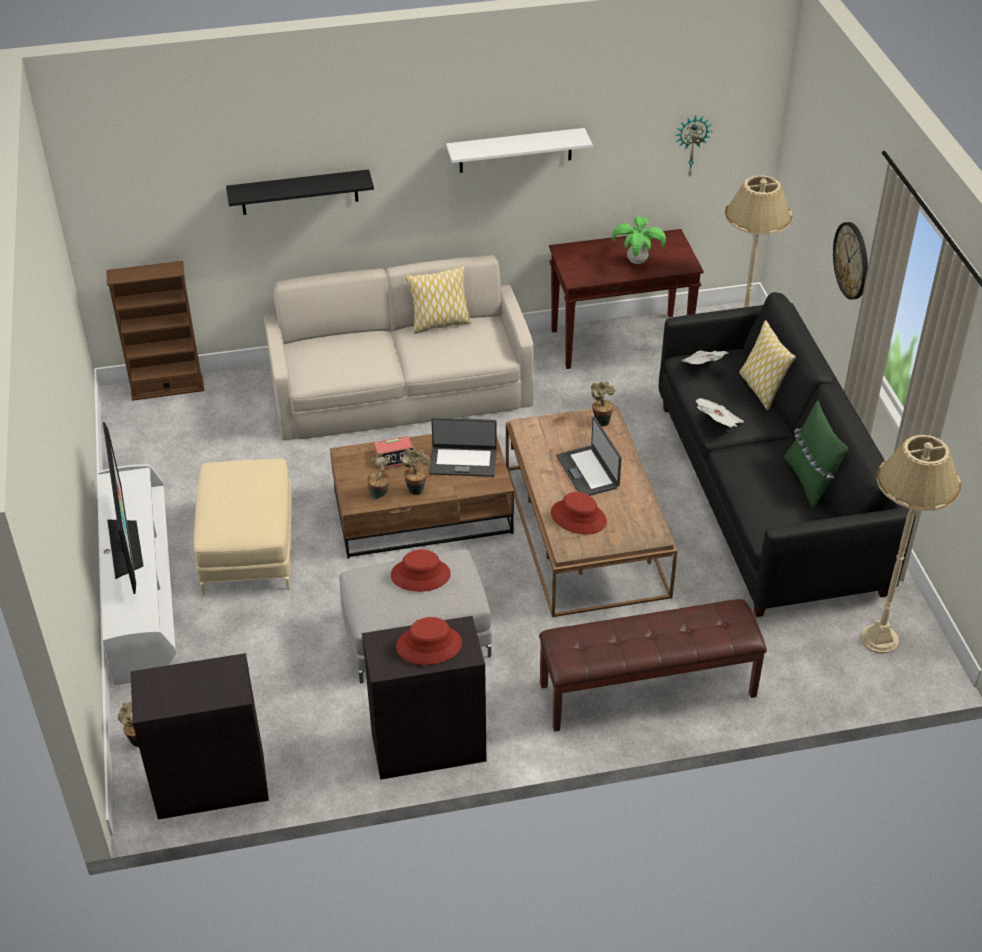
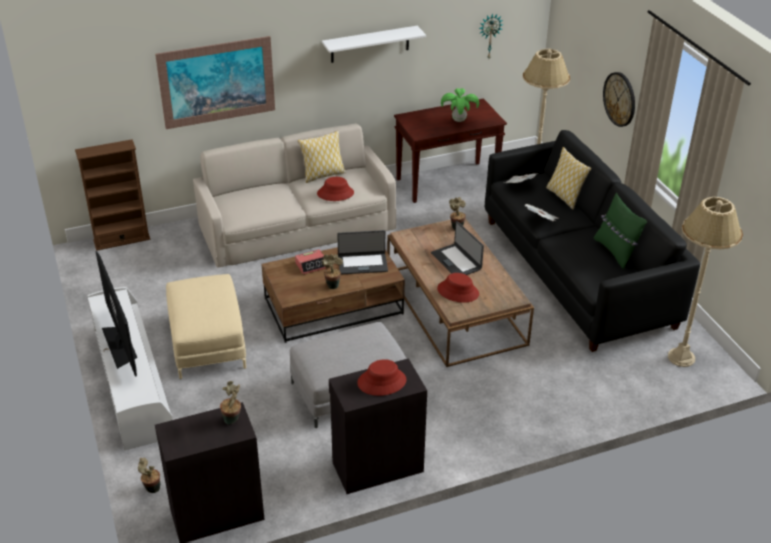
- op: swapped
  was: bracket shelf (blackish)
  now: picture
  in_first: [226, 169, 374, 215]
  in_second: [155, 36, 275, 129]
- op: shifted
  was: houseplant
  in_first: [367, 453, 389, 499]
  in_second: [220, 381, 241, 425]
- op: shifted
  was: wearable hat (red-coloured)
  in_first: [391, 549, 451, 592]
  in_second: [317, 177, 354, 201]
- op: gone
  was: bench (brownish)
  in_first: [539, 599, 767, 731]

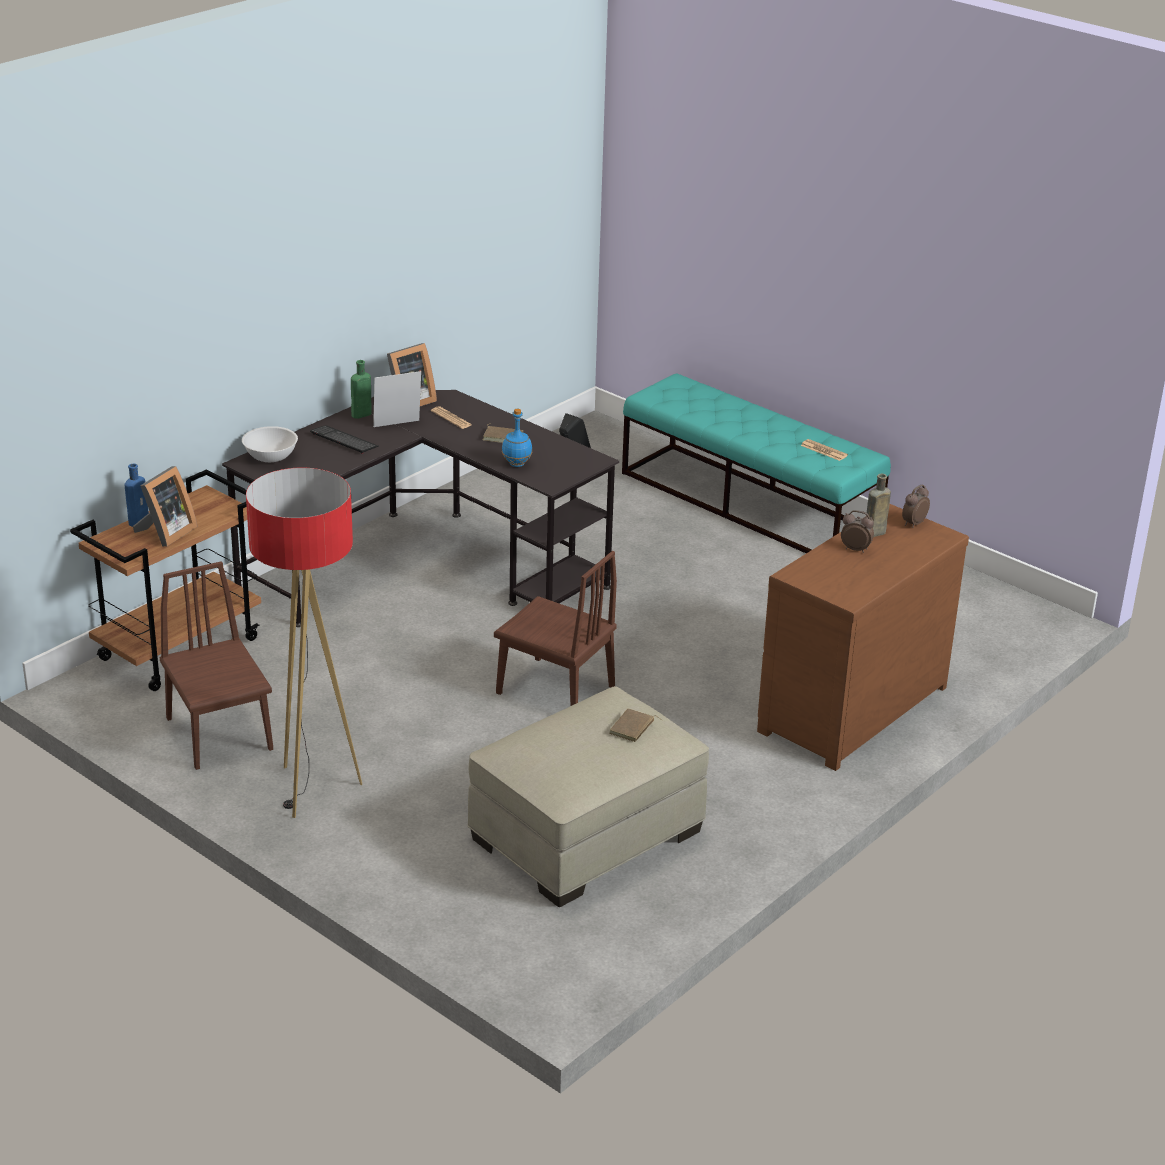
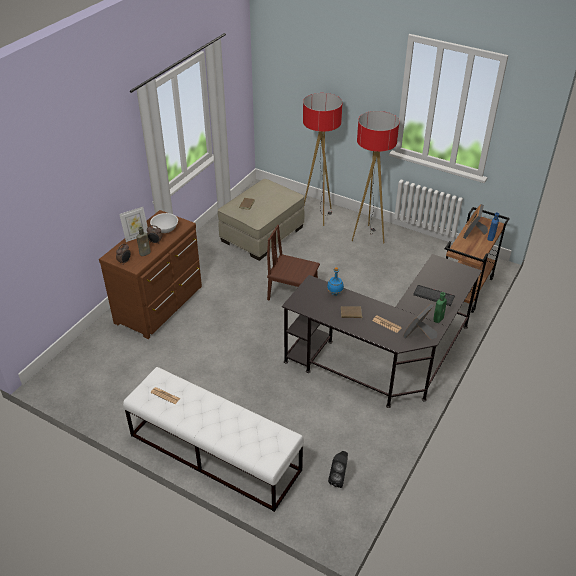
- op: shifted
  was: photo frame
  in_first: [373, 371, 421, 427]
  in_second: [119, 207, 148, 242]
- op: repainted
  was: bench (turquoise)
  now: bench (whitish)
  in_first: [622, 373, 891, 553]
  in_second: [123, 367, 304, 512]
- op: shifted
  was: serving bowl (whitish)
  in_first: [242, 426, 298, 462]
  in_second: [150, 213, 178, 233]
- op: gone
  was: chair (brownish)
  in_first: [160, 561, 273, 770]
- op: new
  now: standard lamp
  in_second: [303, 93, 342, 226]

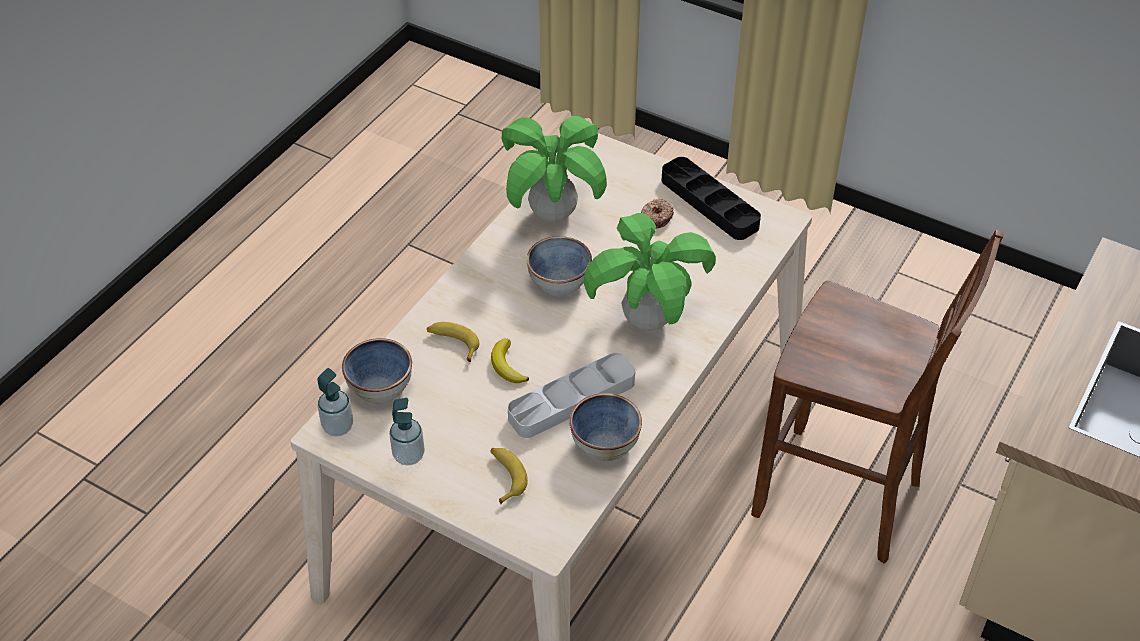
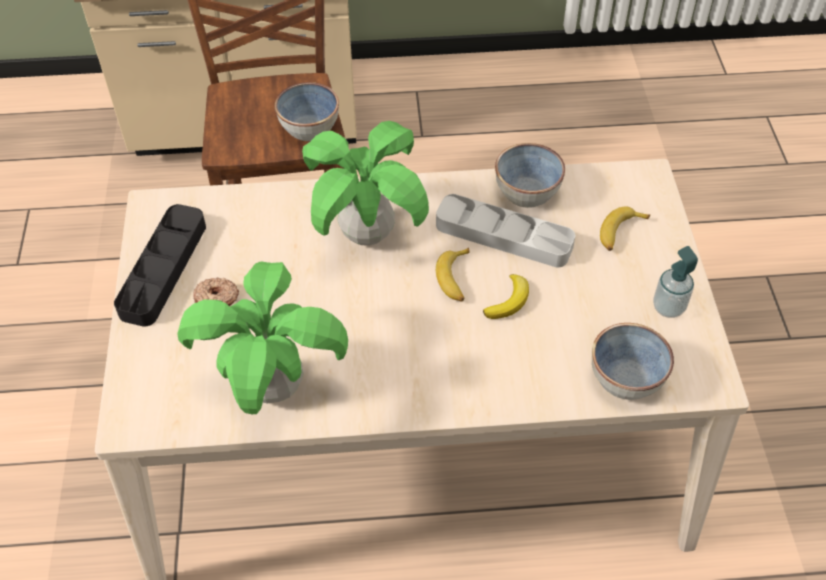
- op: shifted
  was: serving bowl
  in_first: [526, 236, 592, 297]
  in_second: [275, 82, 339, 141]
- op: shifted
  was: whole banana
  in_first: [427, 322, 479, 362]
  in_second: [436, 248, 469, 302]
- op: gone
  was: soap bottle
  in_first: [317, 368, 353, 436]

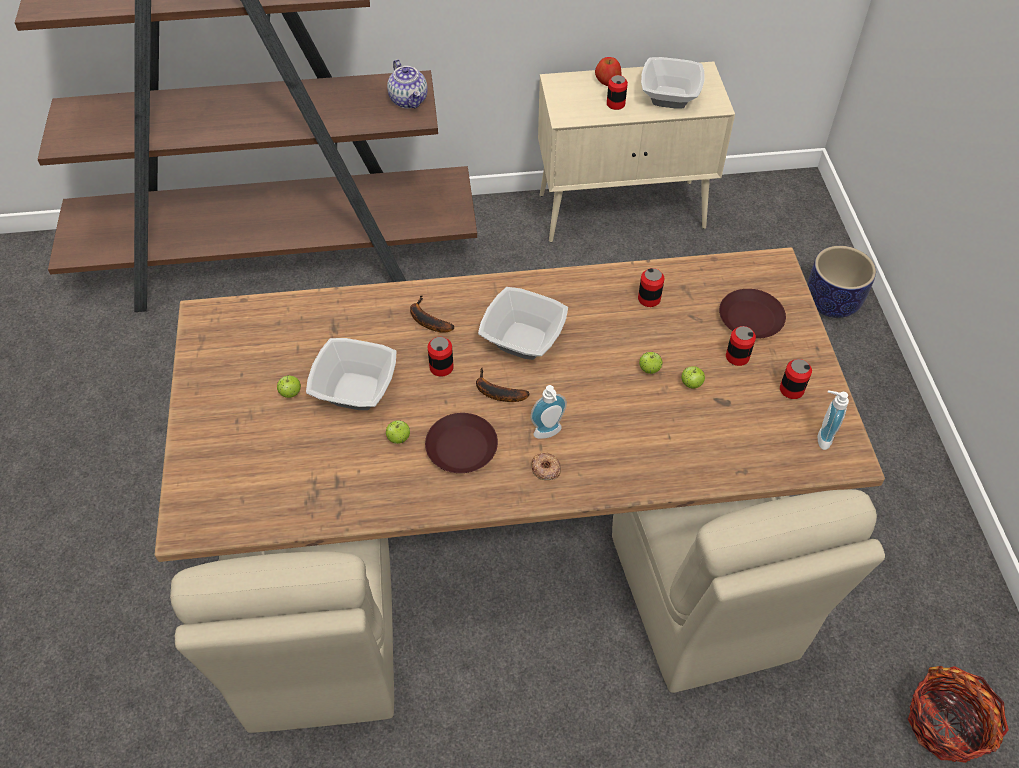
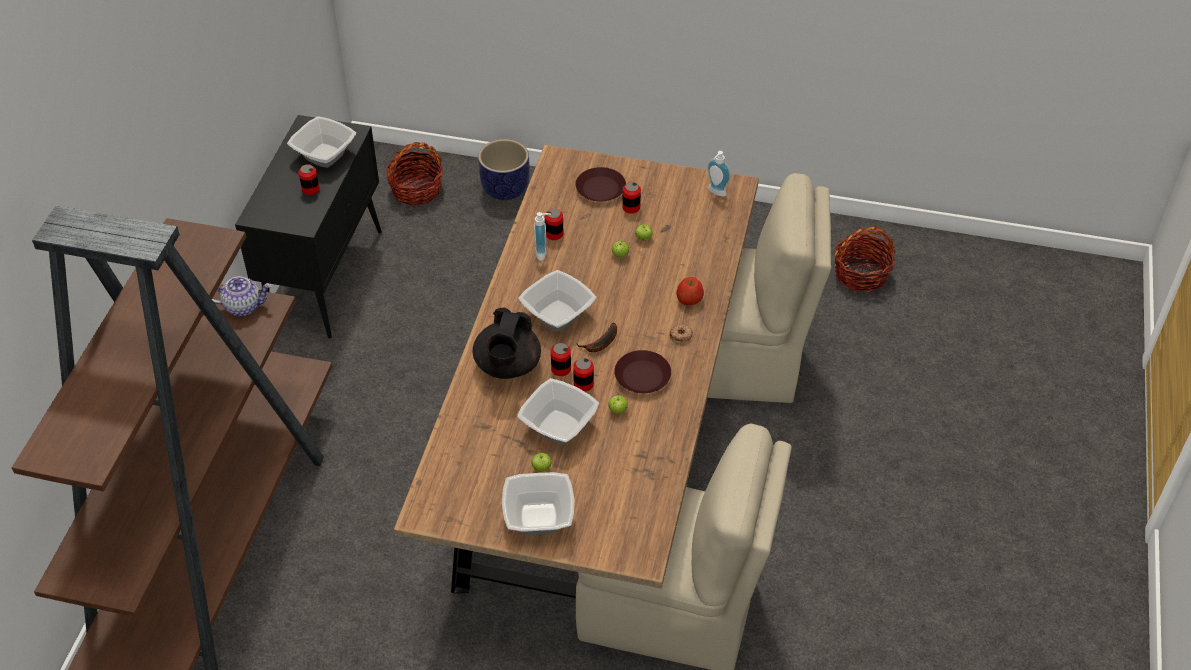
- op: shifted
  was: apple
  in_first: [595, 57, 621, 86]
  in_second: [677, 277, 704, 305]
- op: repainted
  was: cupboard (beige-coloured)
  now: cupboard (blackish)
  in_first: [538, 61, 735, 242]
  in_second: [235, 115, 382, 338]
- op: swapped
  was: whole banana
  now: pot for tea (blackish)
  in_first: [410, 295, 454, 333]
  in_second: [473, 307, 541, 379]
- op: shifted
  was: can
  in_first: [780, 359, 812, 399]
  in_second: [573, 358, 594, 392]
- op: shifted
  was: soap bottle
  in_first: [530, 385, 567, 439]
  in_second: [534, 212, 551, 261]
- op: new
  now: household basket
  in_second: [386, 142, 443, 206]
- op: new
  now: serving bowl
  in_second: [502, 472, 574, 534]

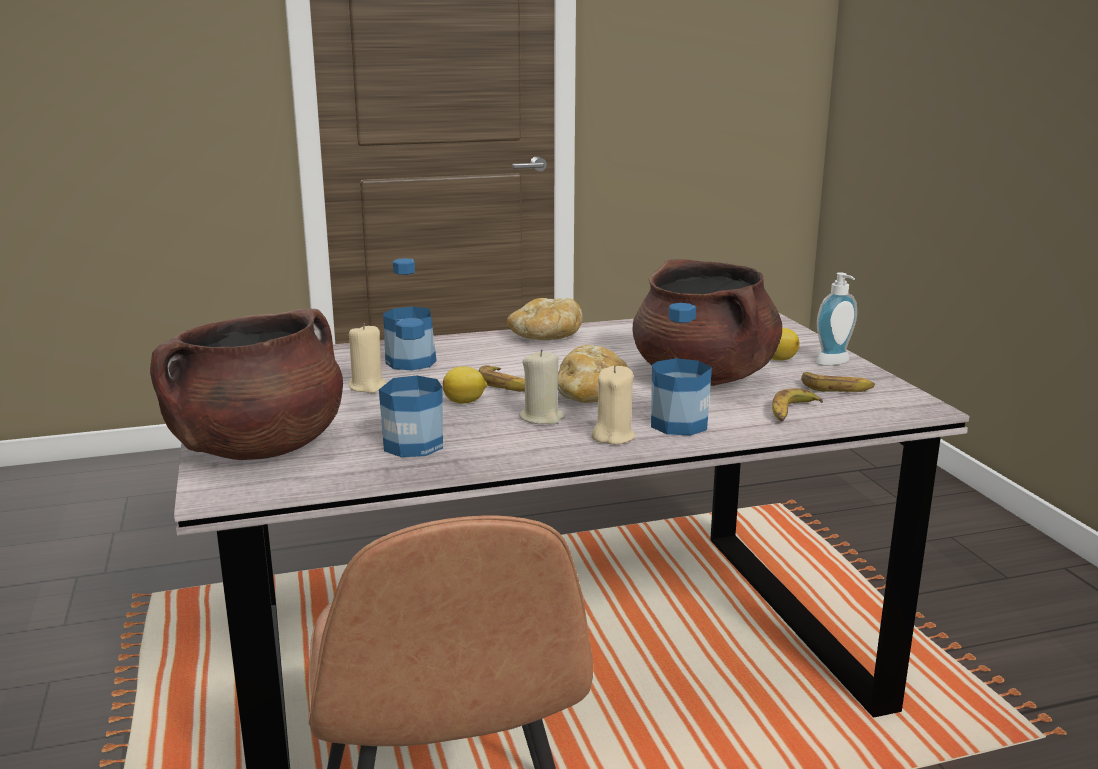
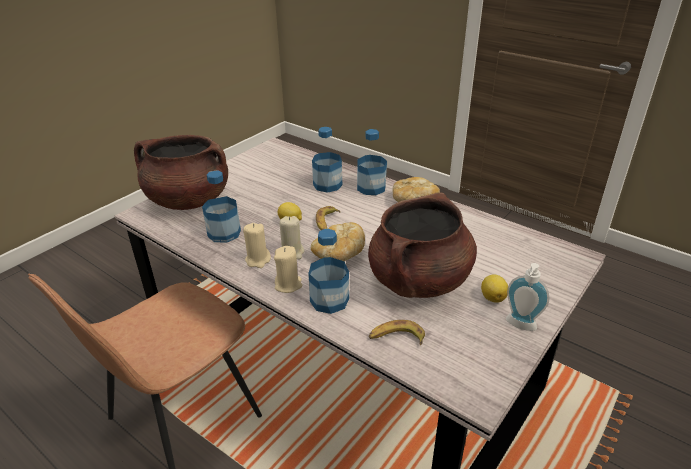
- op: shifted
  was: candle (beige-coloured)
  in_first: [348, 323, 386, 393]
  in_second: [243, 223, 271, 268]
- op: gone
  was: whole banana
  in_first: [801, 372, 875, 392]
- op: new
  now: bottle
  in_second: [357, 129, 387, 195]

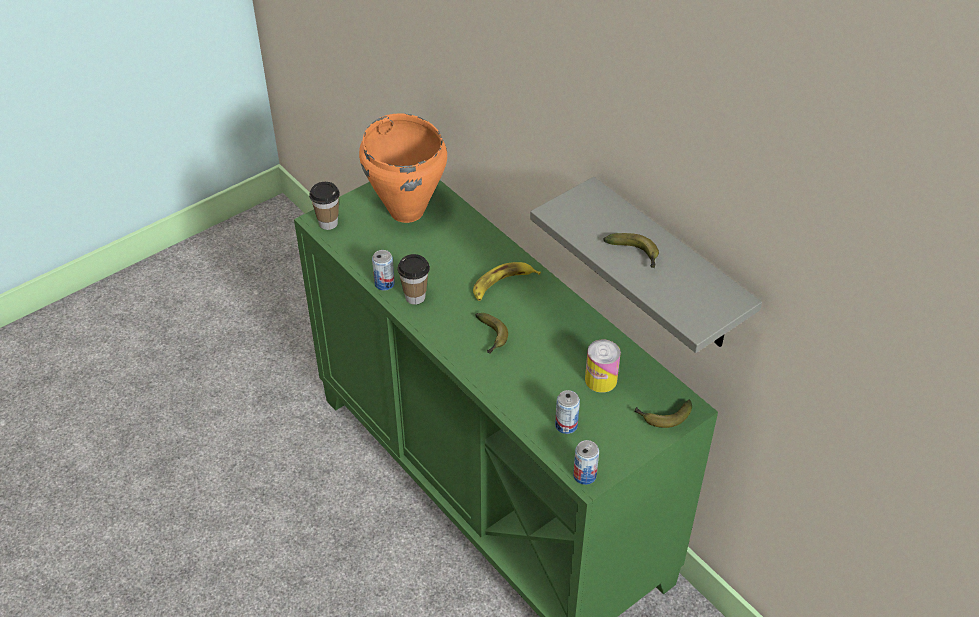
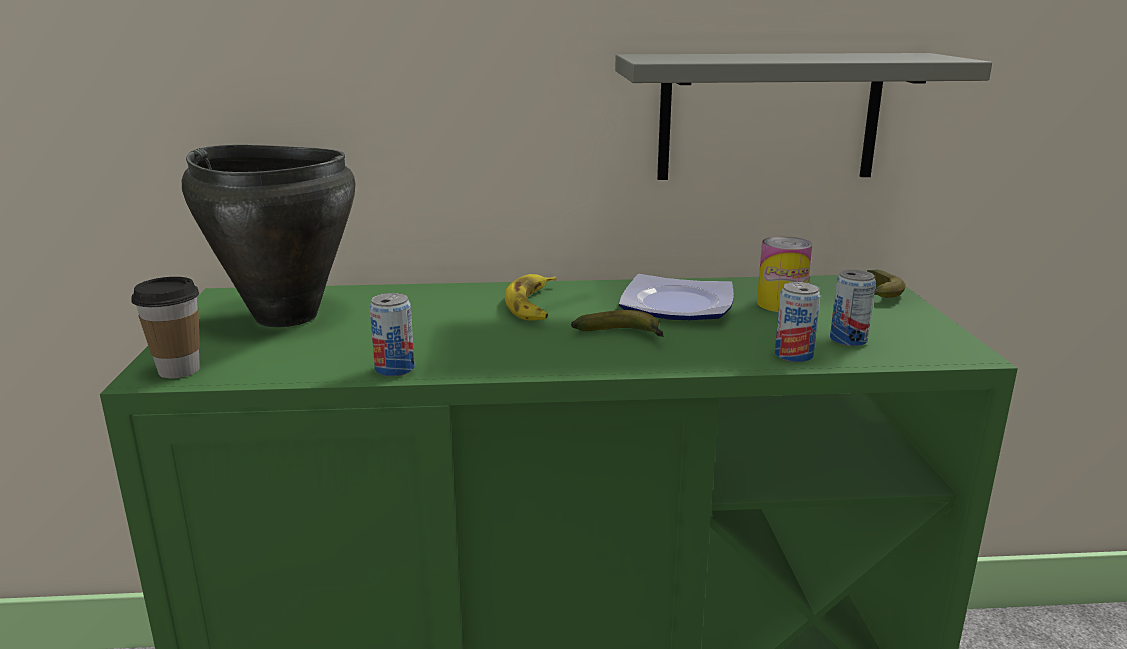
- op: repainted
  was: saucepot (orange-coloured)
  now: saucepot (blackish)
  in_first: [359, 113, 447, 223]
  in_second: [182, 145, 356, 327]
- op: gone
  was: whole banana
  in_first: [603, 233, 659, 269]
- op: gone
  was: cup
  in_first: [398, 254, 430, 305]
- op: shifted
  was: can
  in_first: [573, 440, 599, 485]
  in_second: [775, 282, 821, 362]
- op: new
  now: flat dish
  in_second: [619, 274, 734, 320]

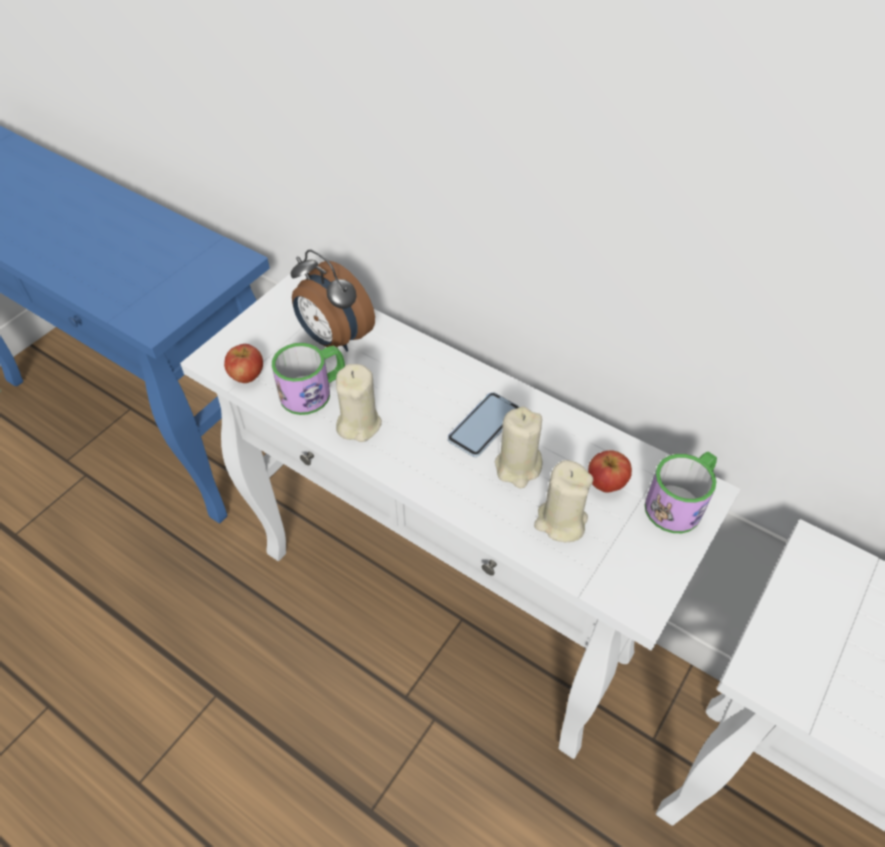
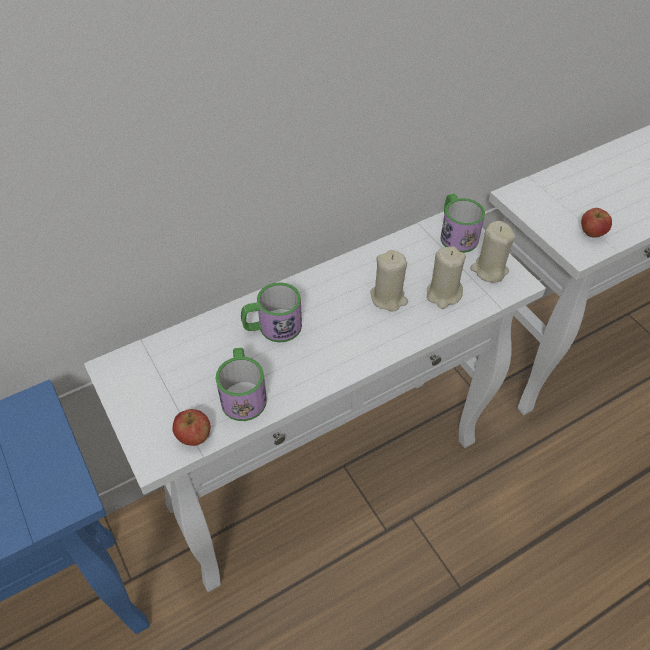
- op: gone
  was: bedside clock
  in_first: [291, 250, 375, 352]
- op: shifted
  was: candle (beige-coloured)
  in_first: [336, 364, 382, 442]
  in_second: [470, 221, 516, 283]
- op: gone
  was: phone
  in_first: [448, 392, 519, 457]
- op: shifted
  was: apple
  in_first: [588, 450, 632, 493]
  in_second: [581, 208, 612, 238]
- op: new
  now: coffee mug
  in_second: [241, 282, 302, 343]

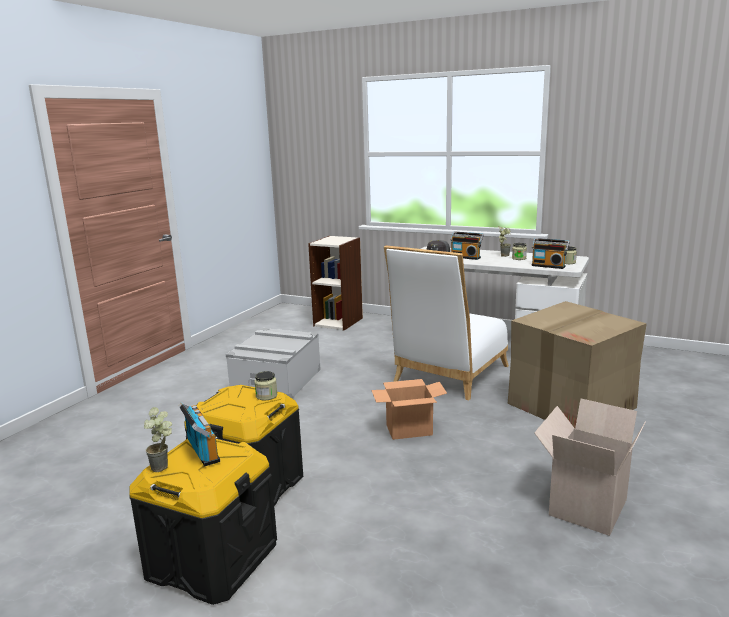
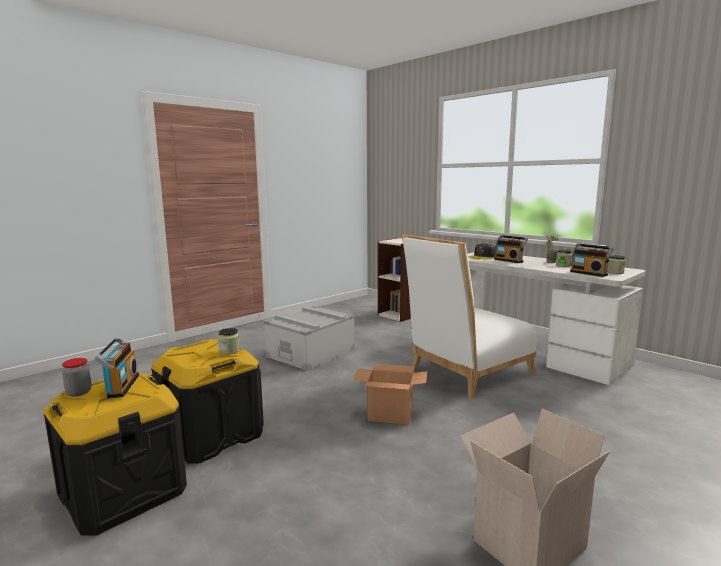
- op: gone
  was: carton
  in_first: [508, 301, 647, 428]
- op: swapped
  was: houseplant
  now: preserve jar
  in_first: [144, 407, 172, 472]
  in_second: [62, 358, 92, 397]

